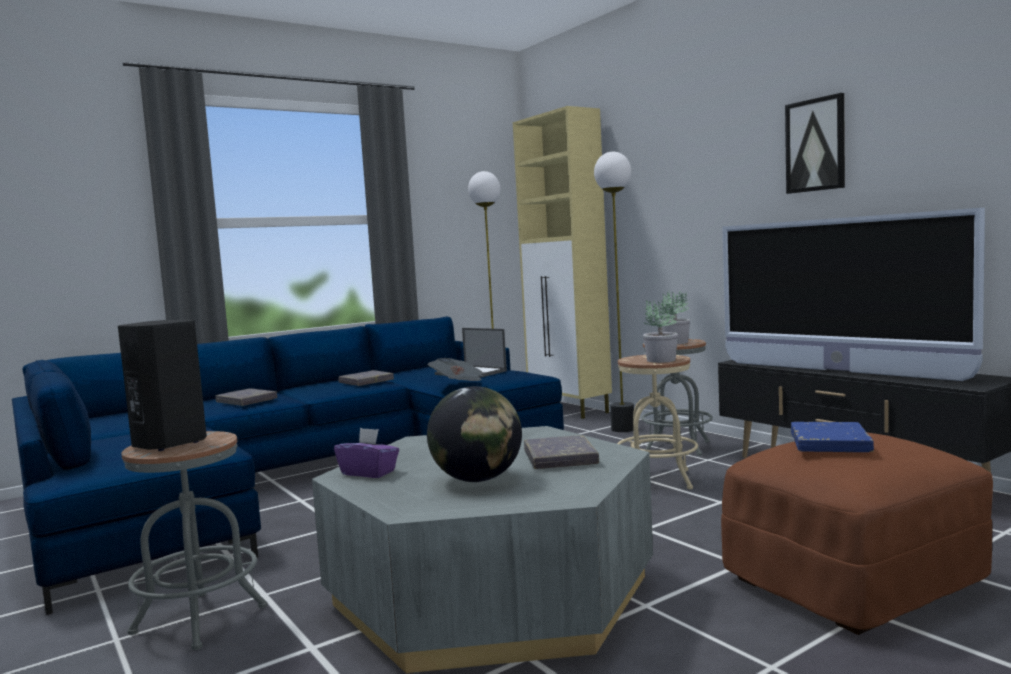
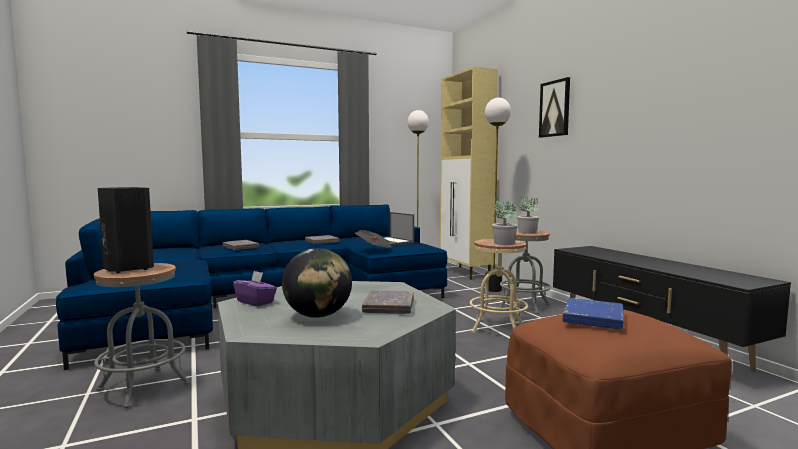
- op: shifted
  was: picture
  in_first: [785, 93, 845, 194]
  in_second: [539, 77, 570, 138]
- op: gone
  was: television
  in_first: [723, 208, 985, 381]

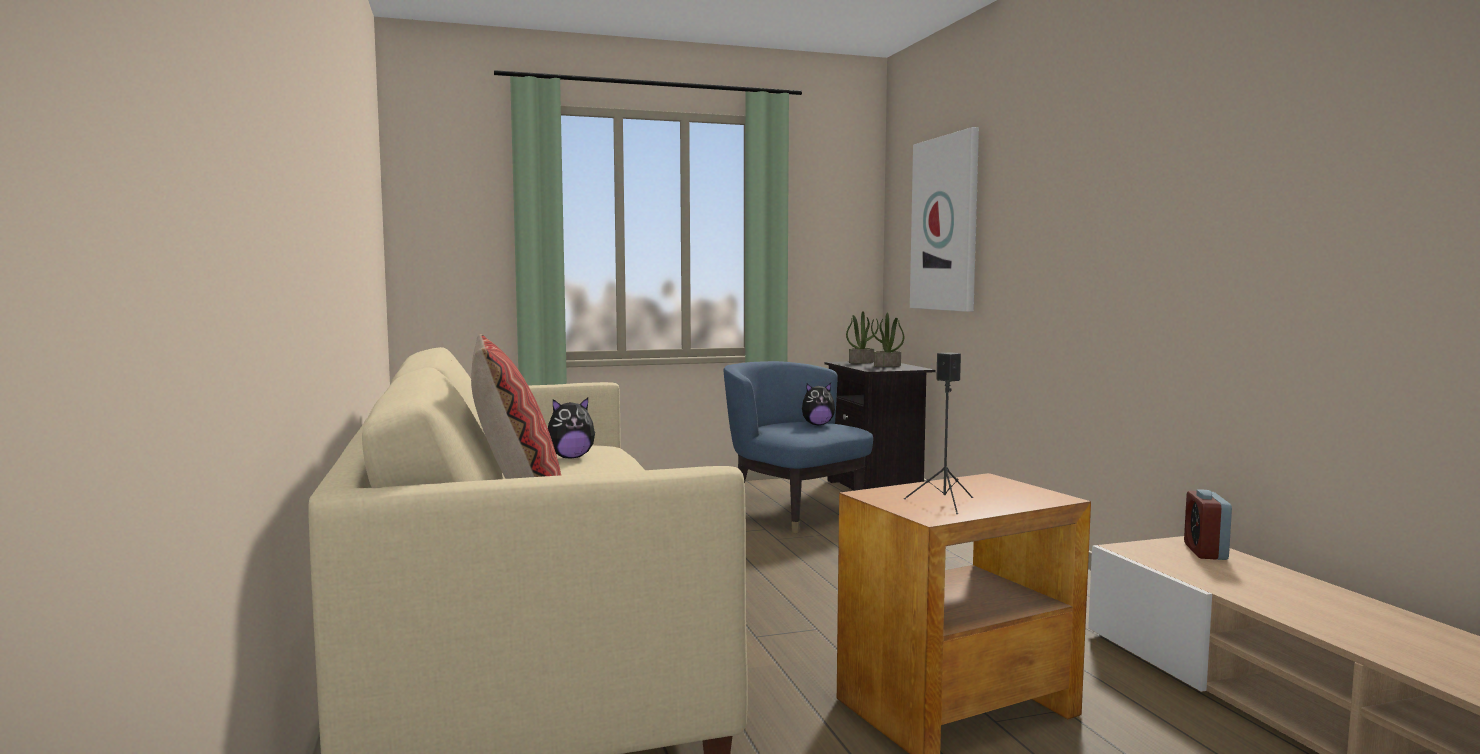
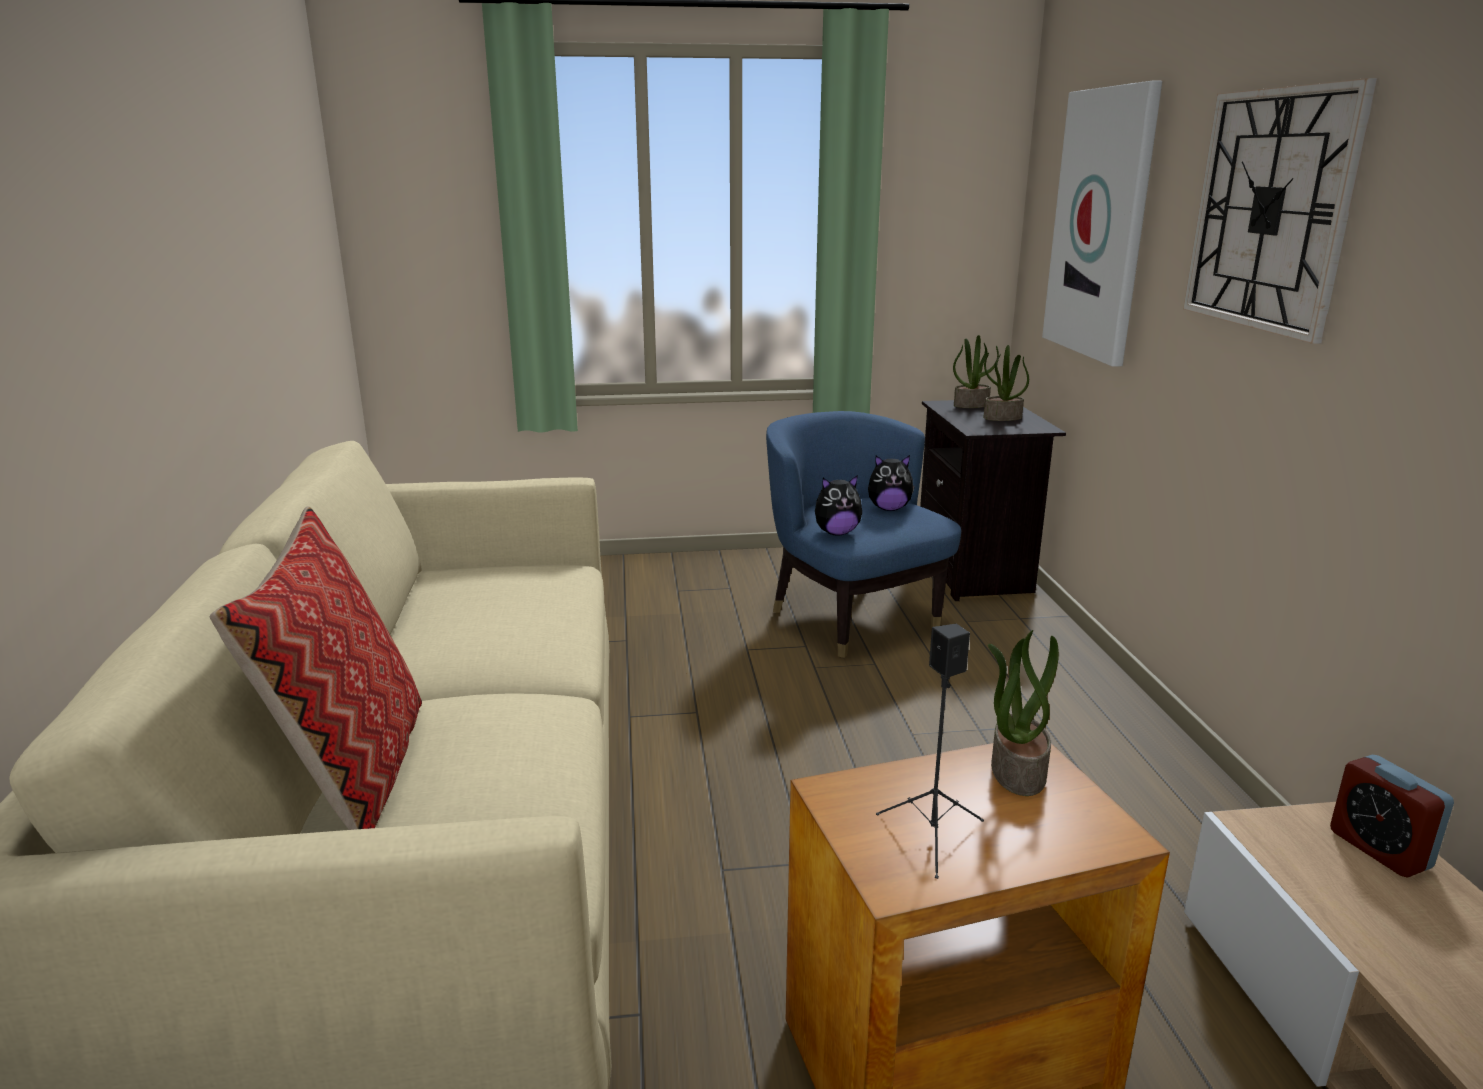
- op: shifted
  was: cuddly toy
  in_first: [548, 398, 595, 459]
  in_second: [815, 475, 862, 535]
- op: rotated
  was: bedside clock
  in_first: [1184, 489, 1232, 560]
  in_second: [1330, 755, 1454, 878]
  clockwise: -45
- op: new
  now: hanging clock
  in_second: [1183, 78, 1377, 344]
- op: new
  now: houseplant
  in_second: [988, 630, 1059, 796]

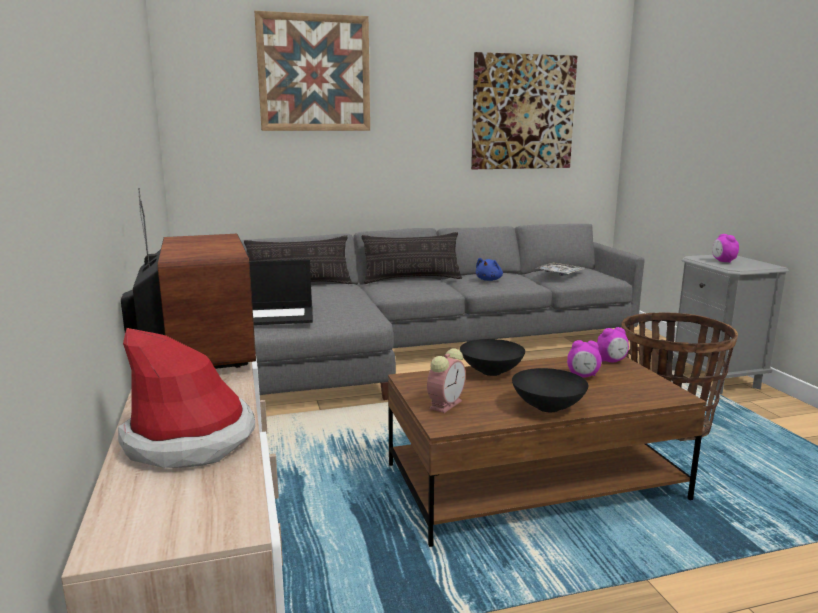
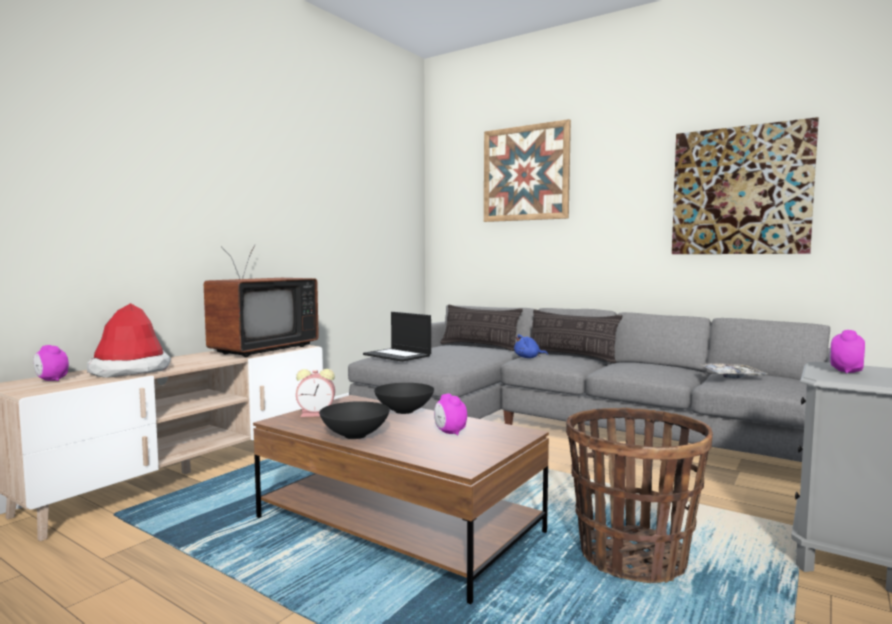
- op: shifted
  was: cuddly toy (blue-coloured)
  in_first: [476, 258, 503, 281]
  in_second: [514, 334, 548, 358]
- op: shifted
  was: bedside clock
  in_first: [597, 327, 629, 362]
  in_second: [33, 345, 69, 381]

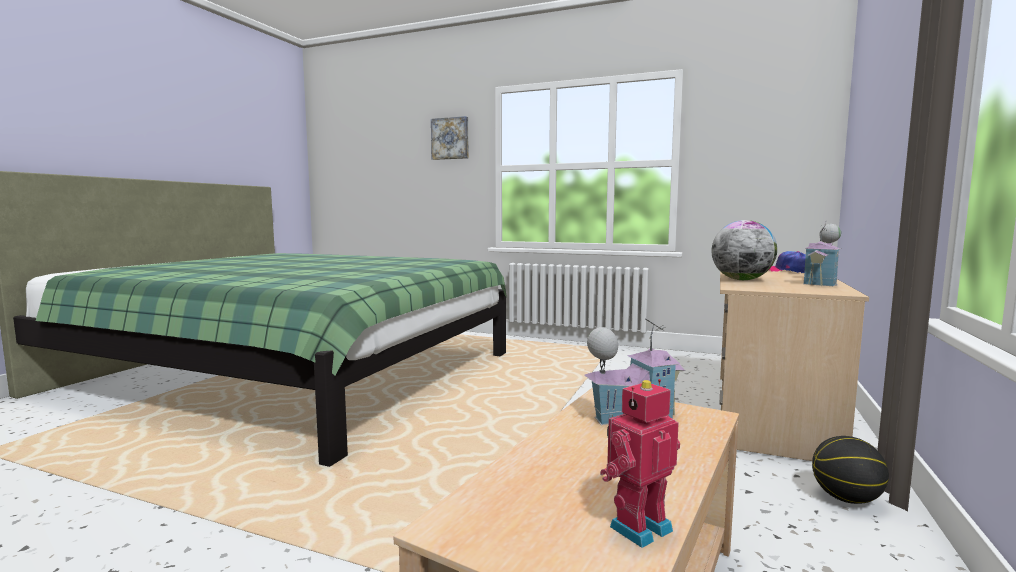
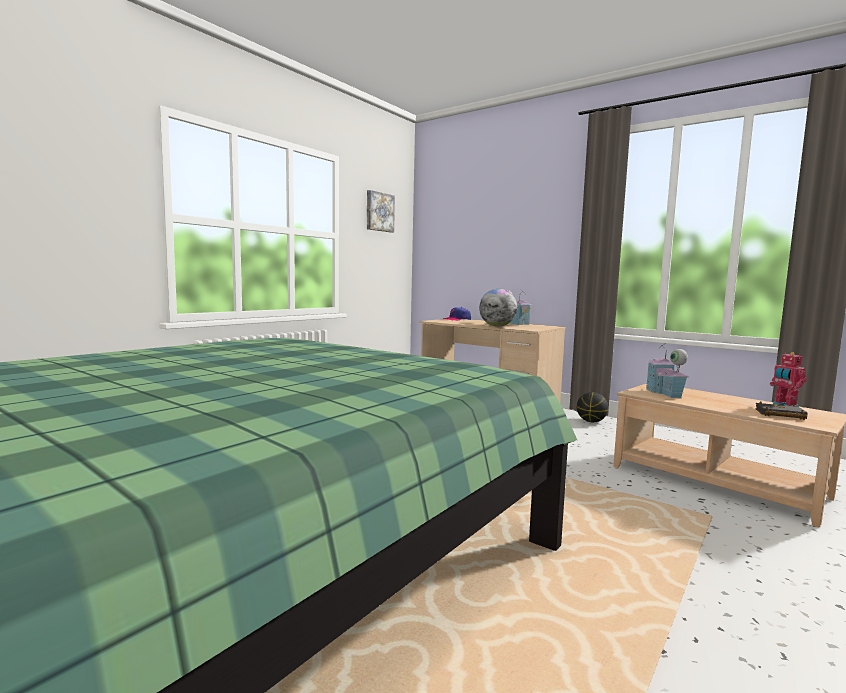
- op: shifted
  was: picture
  in_first: [431, 116, 469, 160]
  in_second: [367, 190, 395, 233]
- op: new
  now: bound book (blackish)
  in_second: [755, 401, 808, 420]

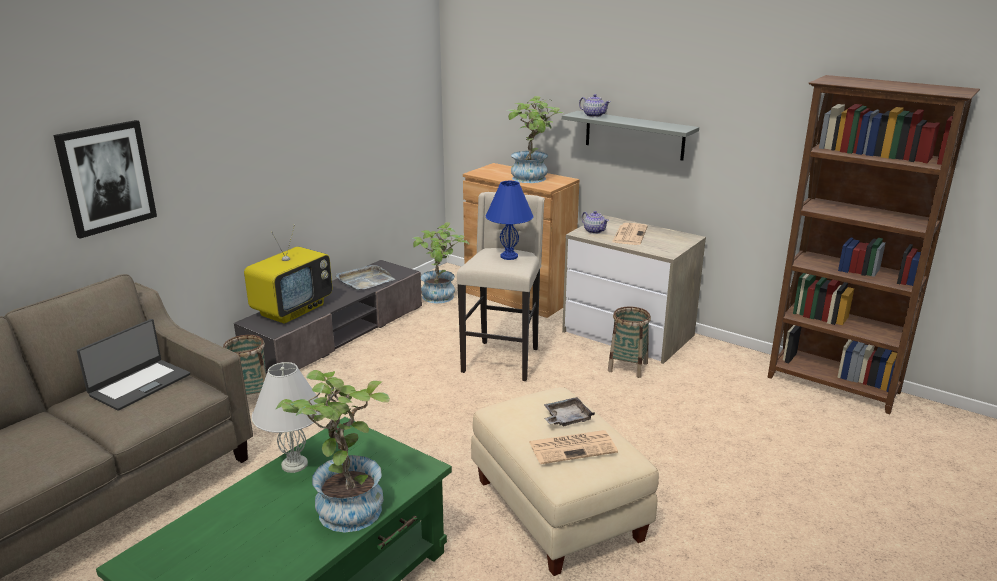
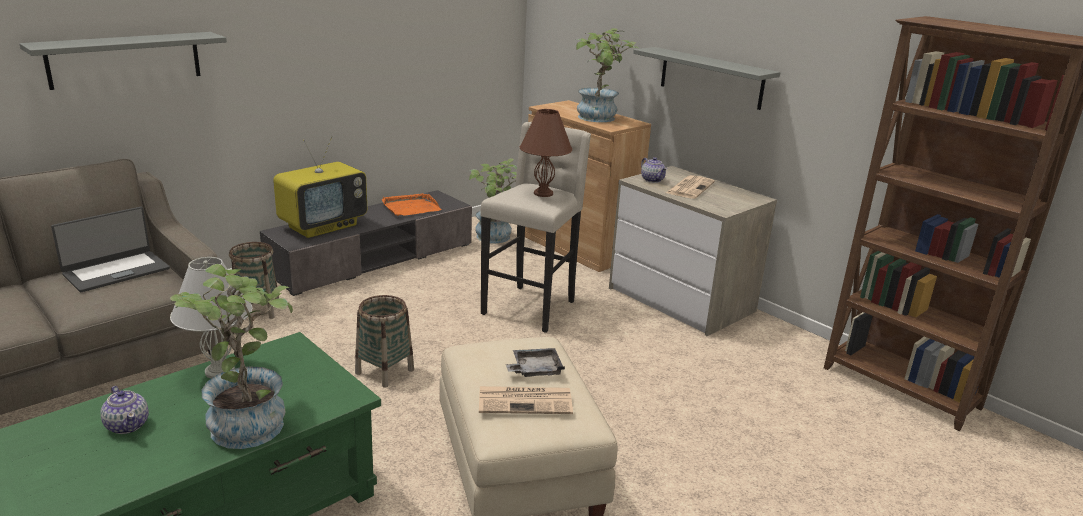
- op: shifted
  was: pot for tea
  in_first: [579, 94, 610, 117]
  in_second: [101, 386, 149, 434]
- op: swapped
  was: picture
  now: bracket shelf (greyish)
  in_first: [53, 120, 157, 239]
  in_second: [19, 32, 227, 90]
- op: repainted
  was: table lamp (blue-coloured)
  now: table lamp (brownish)
  in_first: [486, 181, 533, 260]
  in_second: [520, 109, 572, 197]
- op: repainted
  was: carrying tray (greyish)
  now: carrying tray (orange-coloured)
  in_first: [336, 265, 395, 291]
  in_second: [381, 193, 442, 216]
- op: shifted
  was: household basket
  in_first: [608, 307, 651, 378]
  in_second: [355, 295, 414, 388]

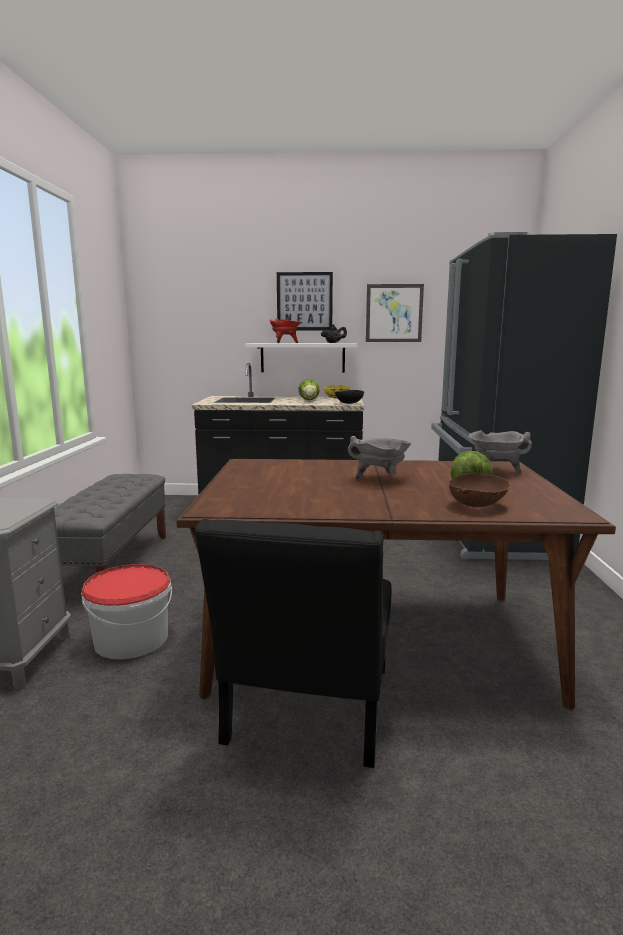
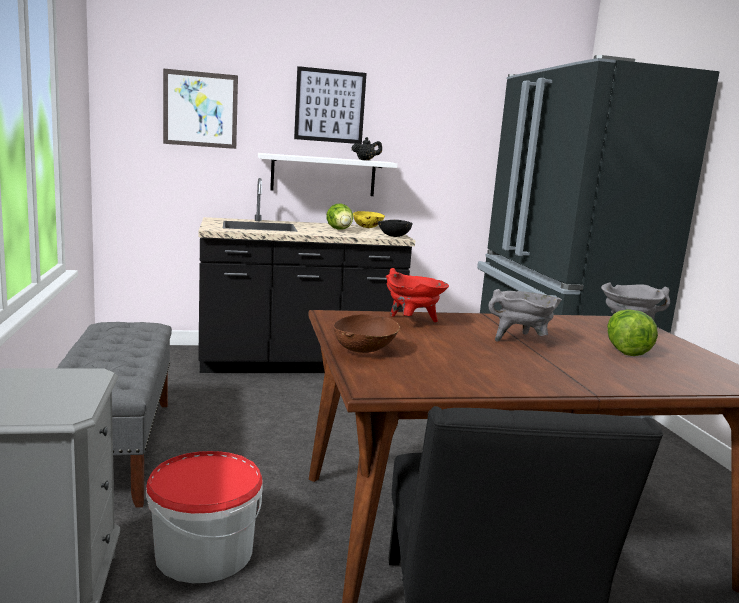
- op: shifted
  was: picture
  in_first: [366, 284, 424, 342]
  in_second: [163, 68, 238, 149]
- op: shifted
  was: saucepot (red-coloured)
  in_first: [269, 318, 301, 343]
  in_second: [386, 268, 449, 322]
- op: shifted
  was: serving bowl (brownish)
  in_first: [449, 473, 511, 507]
  in_second: [333, 314, 400, 353]

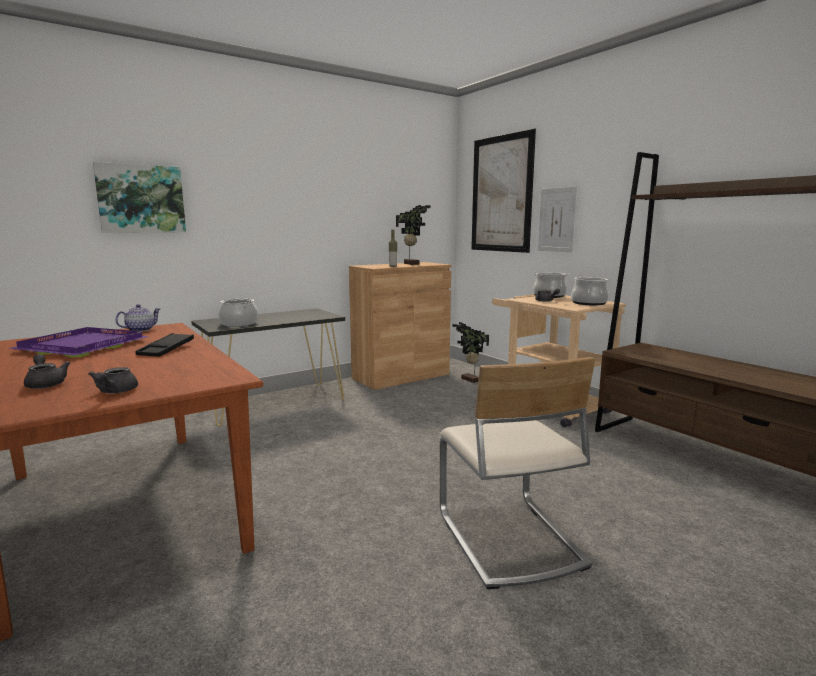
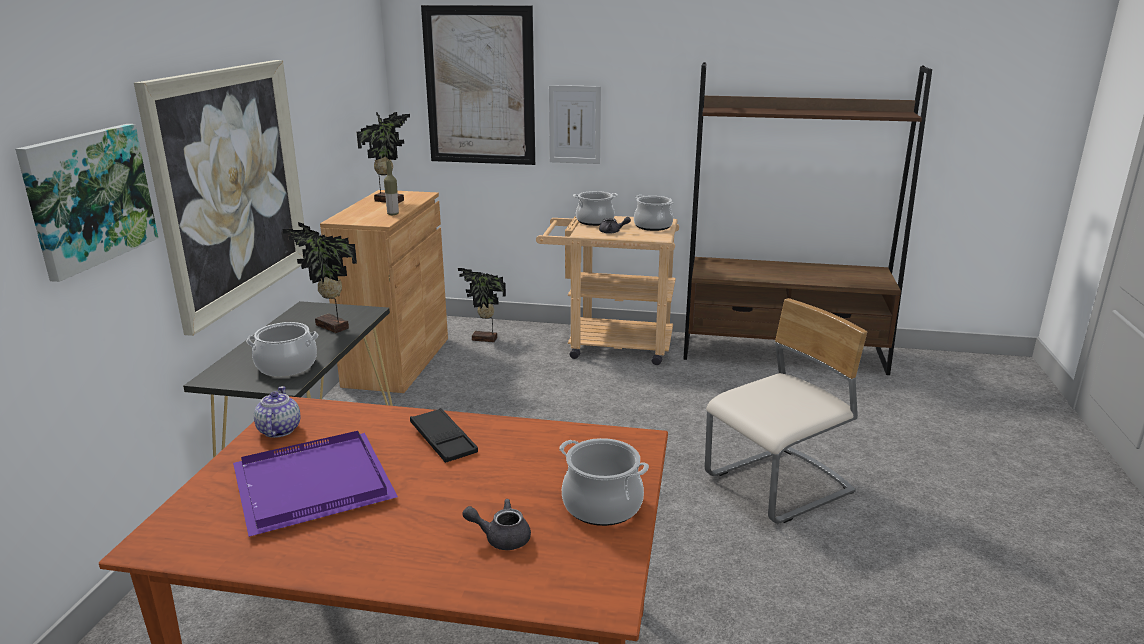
- op: rotated
  was: chair (beige-coloured)
  in_first: [440, 357, 595, 589]
  in_second: [705, 298, 867, 524]
  clockwise: -60
- op: swapped
  was: pot for tea (greyish)
  now: saucepot
  in_first: [88, 367, 138, 394]
  in_second: [559, 438, 649, 526]
- op: new
  now: picture
  in_second: [134, 60, 306, 336]
- op: new
  now: houseplant
  in_second: [283, 222, 357, 333]

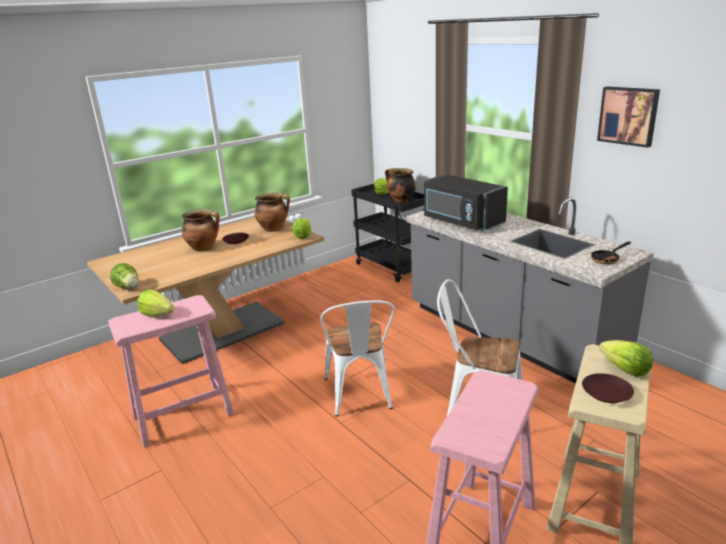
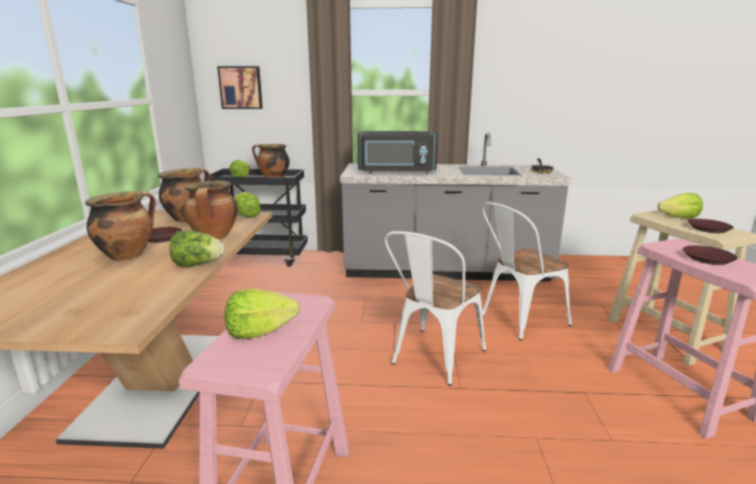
- op: shifted
  was: picture
  in_first: [597, 87, 660, 148]
  in_second: [217, 66, 263, 109]
- op: shifted
  was: lettuce
  in_first: [110, 263, 139, 288]
  in_second: [169, 231, 225, 267]
- op: rotated
  was: chair (whitish)
  in_first: [320, 300, 395, 417]
  in_second: [384, 231, 486, 386]
  clockwise: 90
- op: new
  now: saucepot
  in_second: [184, 181, 238, 239]
- op: new
  now: flat dish (brownish)
  in_second: [683, 245, 737, 265]

